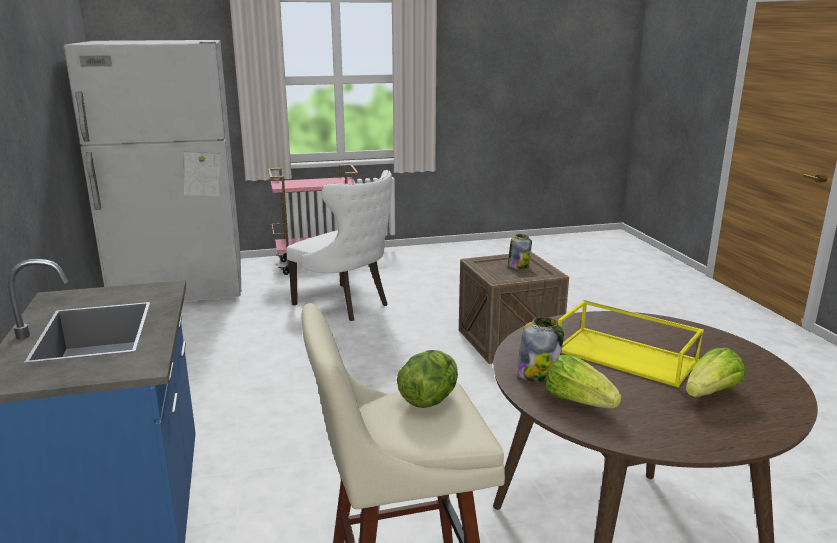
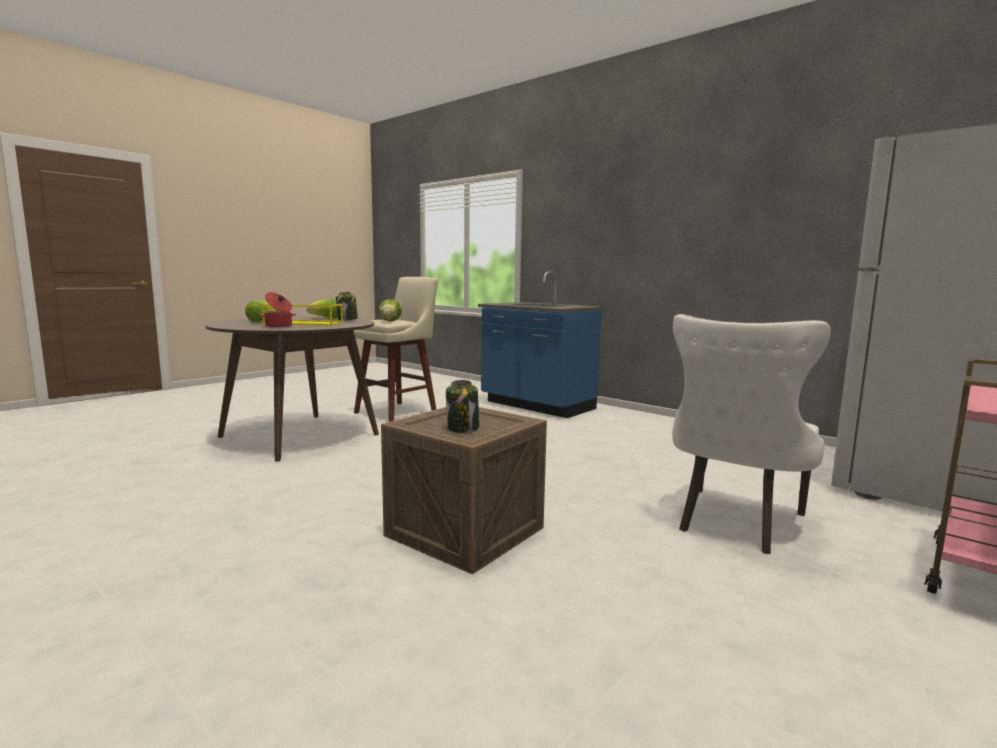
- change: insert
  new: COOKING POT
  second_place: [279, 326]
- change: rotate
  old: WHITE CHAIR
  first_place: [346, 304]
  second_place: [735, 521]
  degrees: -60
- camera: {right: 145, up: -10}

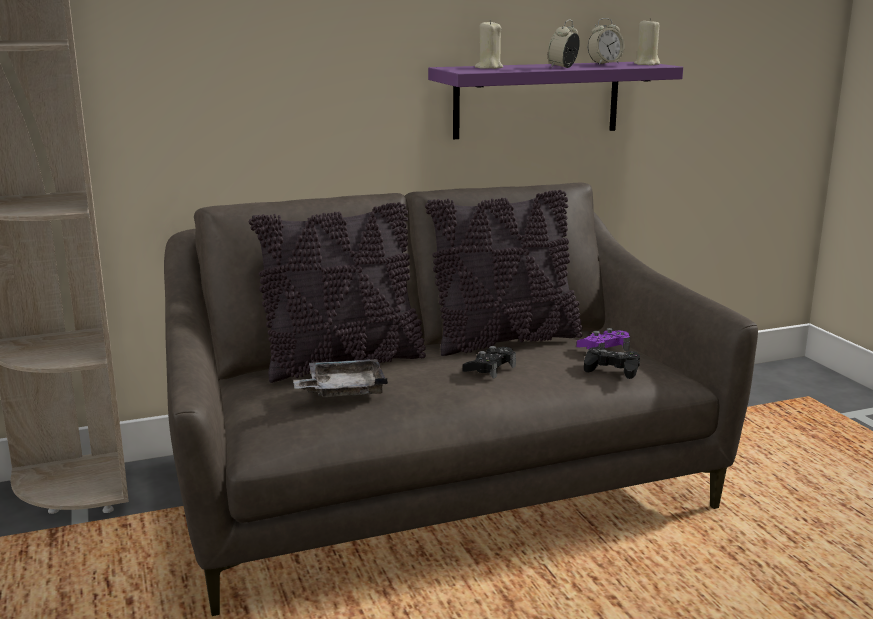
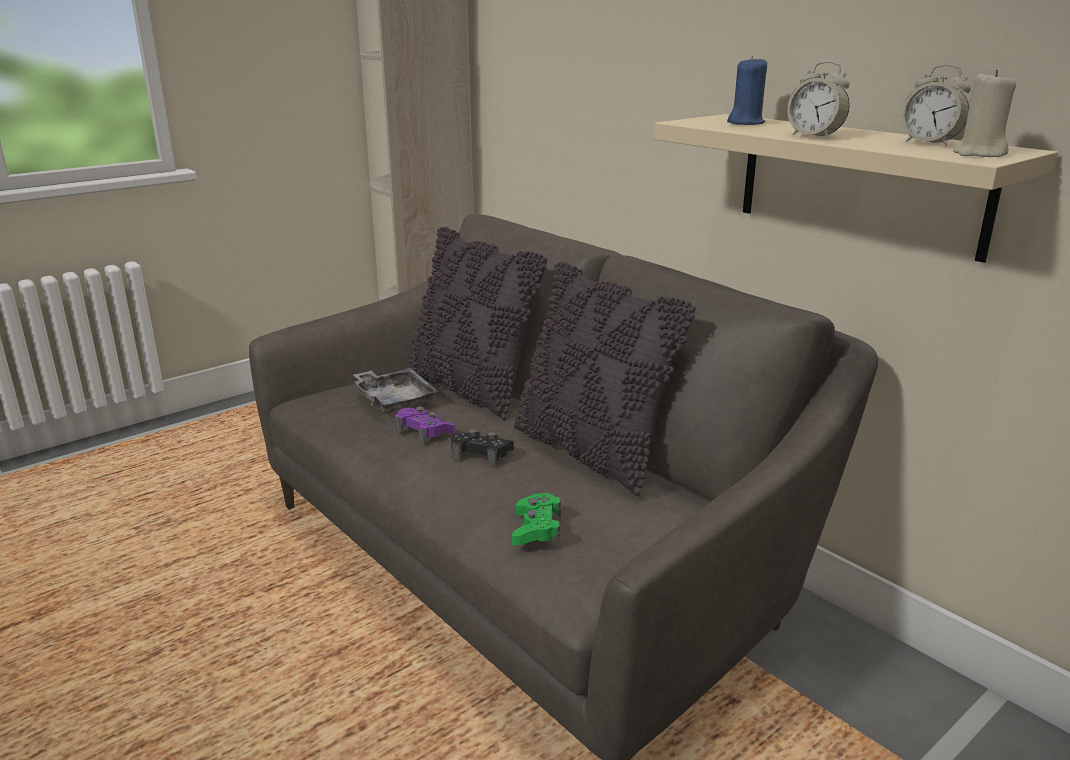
- change: move
  old: PURPLE GAME CONTROLLER
  first_place: [604, 349]
  second_place: [424, 431]
- change: recolor
  old: PURPLE SHELF
  new: BEIGE SHELF
  first_place: [537, 99]
  second_place: [859, 183]
- change: recolor
  old: BEIGE CANDLE
  new: BLUE CANDLE
  first_place: [489, 68]
  second_place: [745, 123]
- change: recolor
  old: BLACK GAME CONTROLLER
  new: GREEN GAME CONTROLLER
  first_place: [612, 369]
  second_place: [537, 528]
- change: rotate
  old: ALARM CLOCK
  first_place: [562, 67]
  second_place: [814, 136]
  degrees: -150
- camera: {right: 70, up: 5}

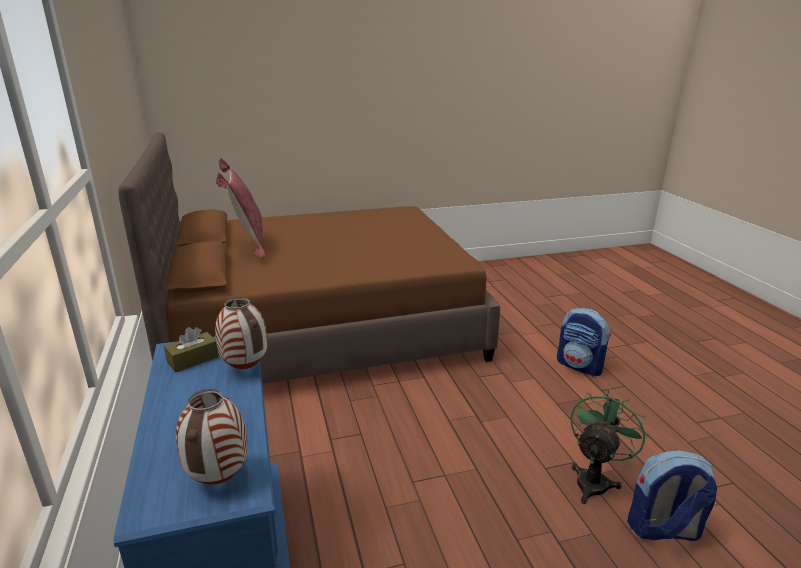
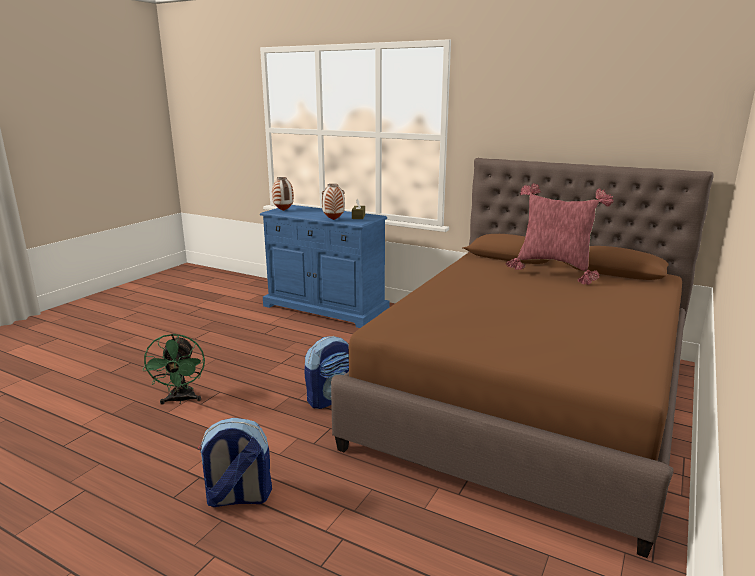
- change: move
  old: BACKPACK
  first_place: [662, 530]
  second_place: [330, 398]
- camera: {right: 135, up: -5}

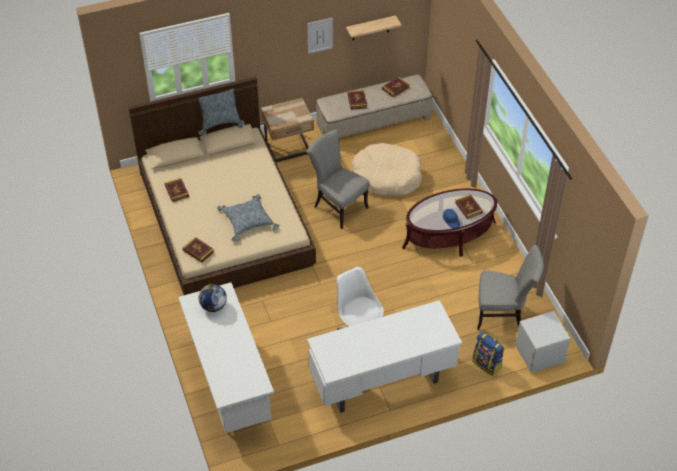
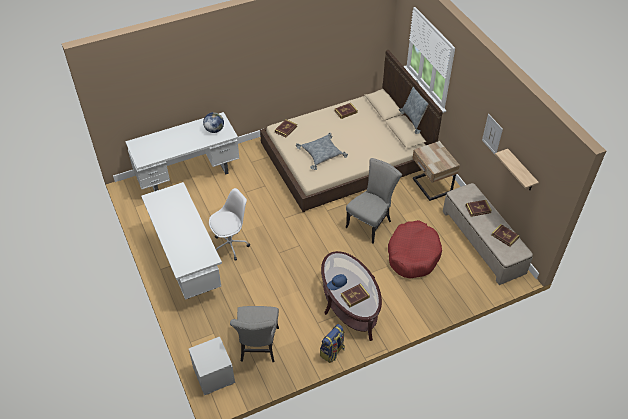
- change: move
  old: BACKPACK
  first_place: [487, 364]
  second_place: [332, 352]
- change: recolor
  old: BEIGE DOG BED
  new: RED DOG BED
  first_place: [386, 177]
  second_place: [413, 254]
- camera: {right: 85, up: 0}

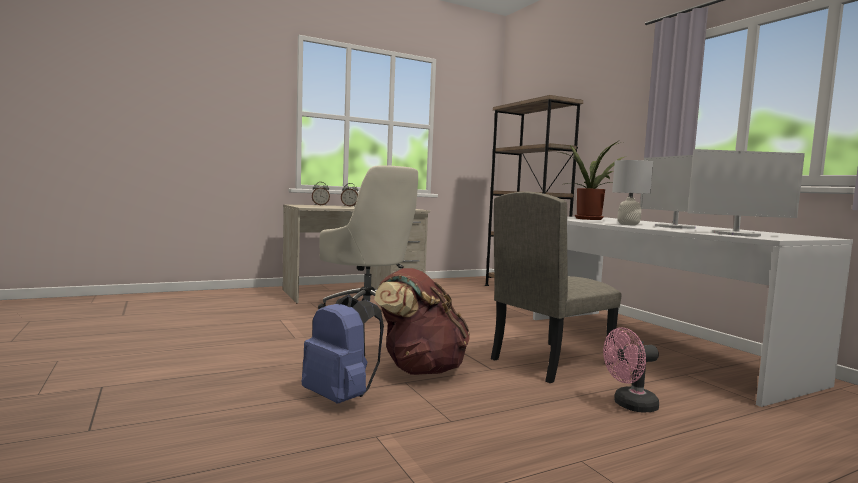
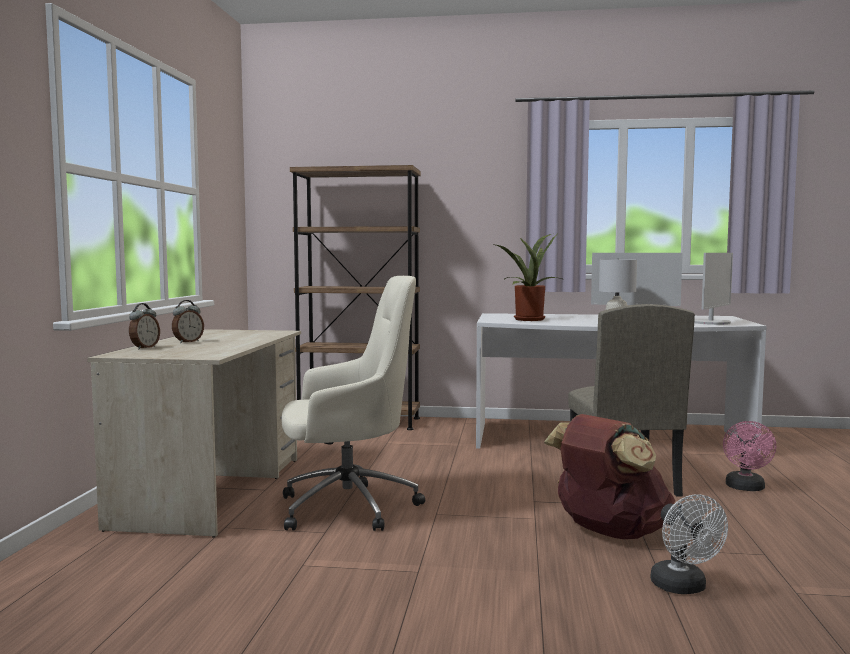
- change: replace
  old: BLUE BACKPACK
  new: WHITE FAN
  first_place: [341, 397]
  second_place: [683, 588]
- camera: {right: -55, up: 0}

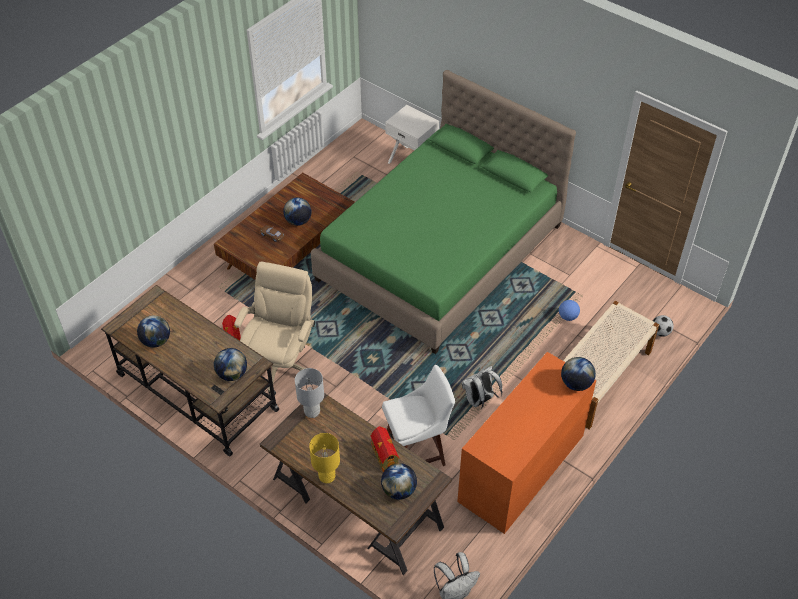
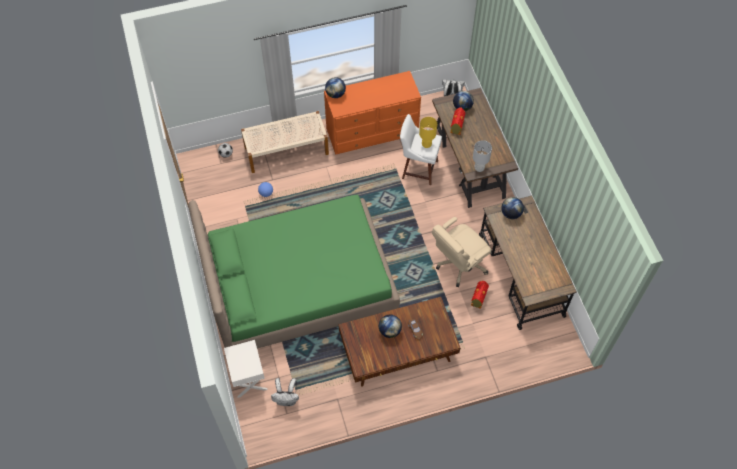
- change: delete
  old: GLOBE
  first_place: [156, 341]
- change: move
  old: YELLOW TABLE LAMP
  first_place: [327, 477]
  second_place: [426, 145]
- change: move
  old: WHITE BACKPACK
  first_place: [479, 401]
  second_place: [287, 399]
- camera: {right: -145, up: 10}

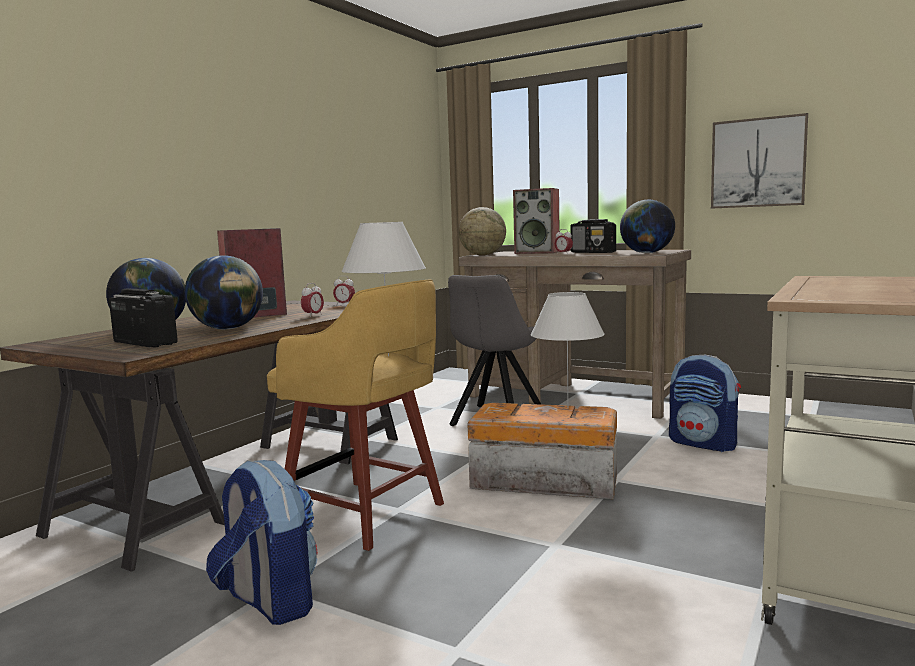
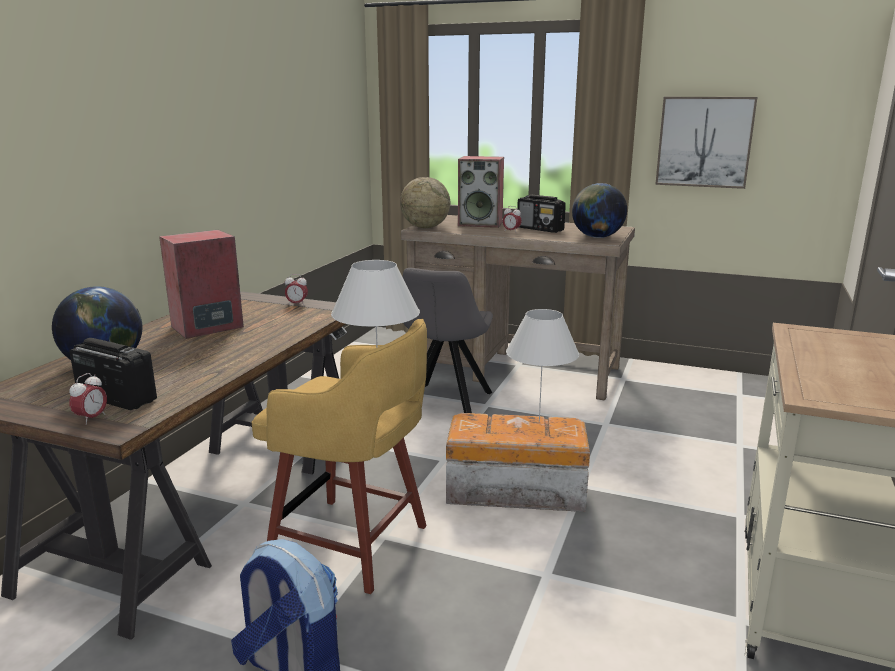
- change: delete
  old: GLOBE
  first_place: [228, 329]
- change: delete
  old: BACKPACK
  first_place: [704, 443]
- change: move
  old: ALARM CLOCK
  first_place: [313, 315]
  second_place: [91, 418]
- camera: {right: -10, up: 10}

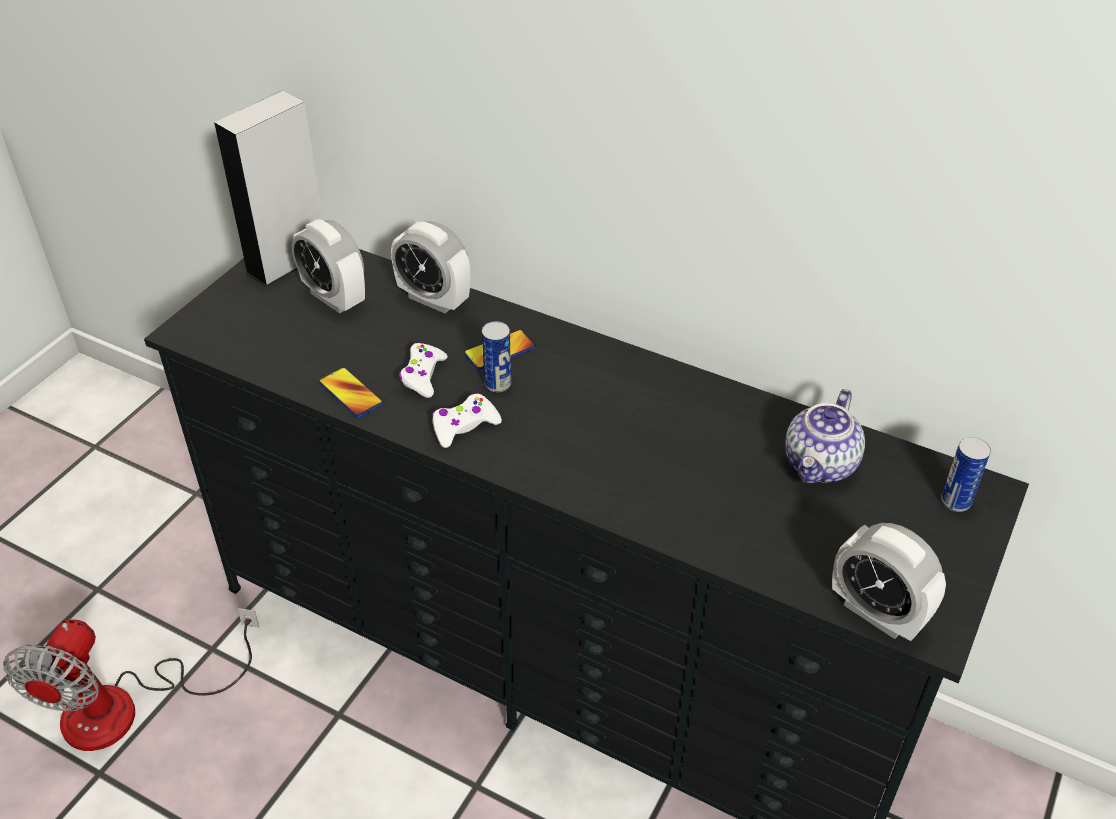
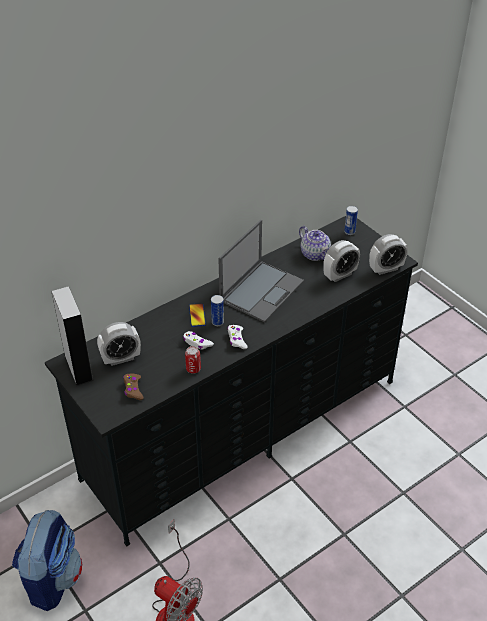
- change: insert
  new: BACKPACK
  second_place: [52, 578]
- change: insert
  new: BROWN GAME CONTROLLER
  second_place: [133, 389]
- change: insert
  new: LAPTOP
  second_place: [262, 290]
- change: move
  old: ALARM CLOCK
  first_place: [433, 299]
  second_place: [340, 275]
- change: replace
  old: PHONE
  new: CAN
  first_place: [351, 393]
  second_place: [193, 369]
- camera: {right: -65, up: 0}

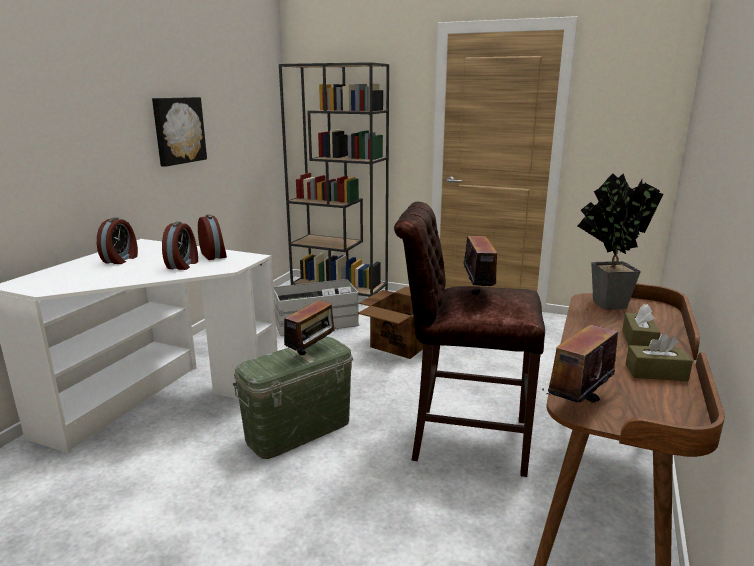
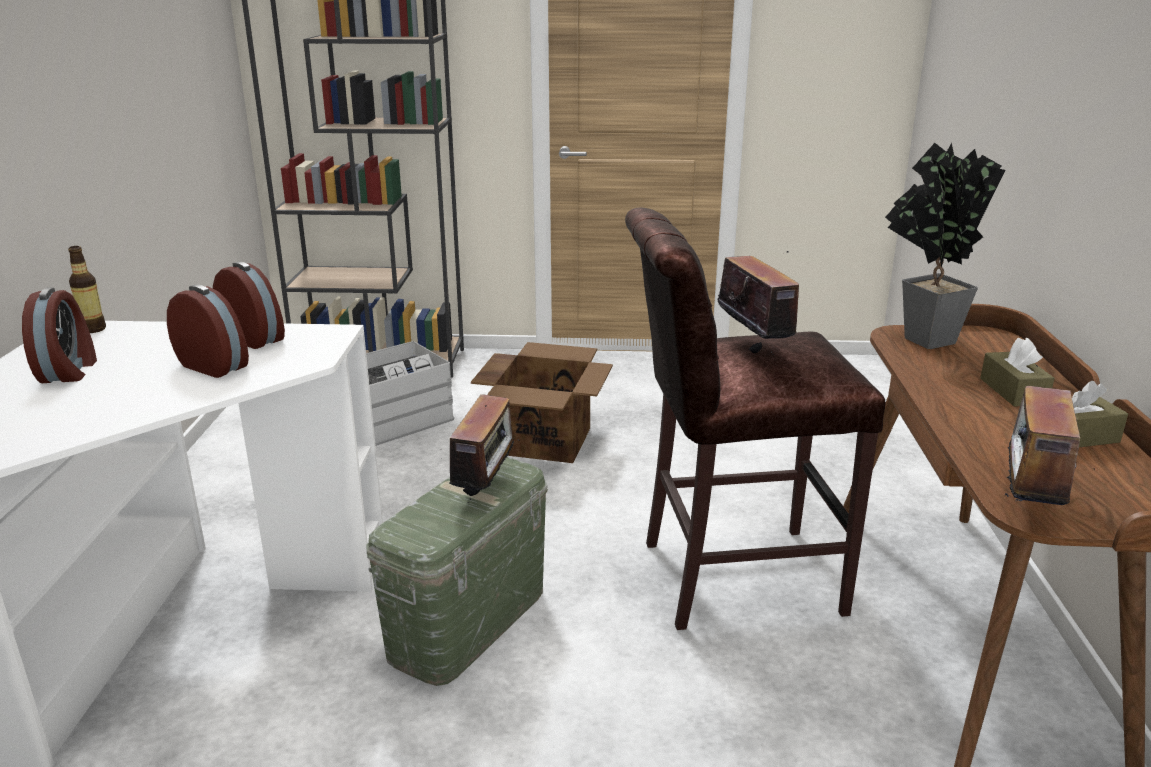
- change: delete
  old: PICTURE
  first_place: [178, 130]
- change: insert
  new: BOTTLE
  second_place: [93, 329]
- change: rotate
  old: ALARM CLOCK
  first_place: [183, 265]
  second_place: [215, 365]
  degrees: -45
- camera: {right: -20, up: 5}

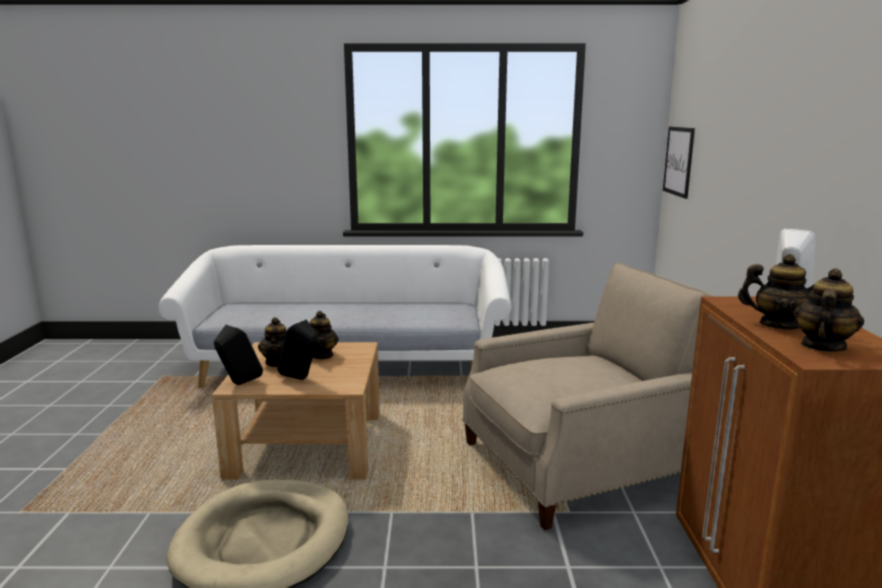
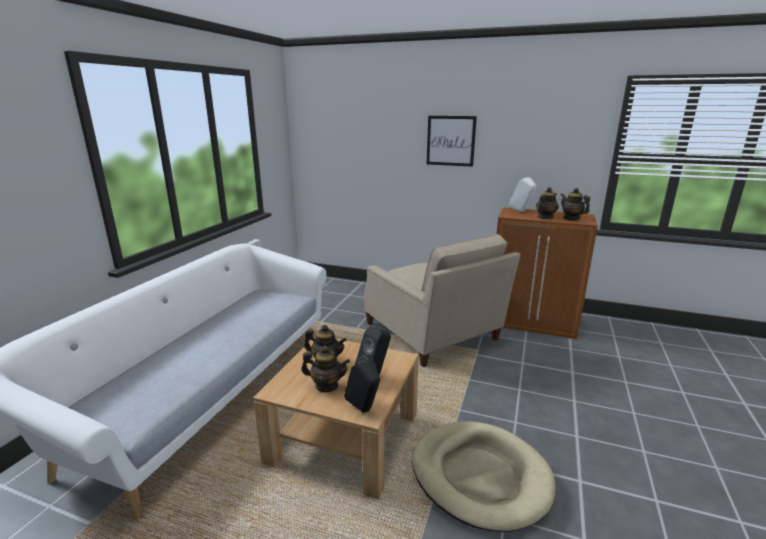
- change: move
  old: PICTURE
  first_place: [678, 161]
  second_place: [450, 141]
- change: rotate
  old: BEIGE ARMCHAIR
  first_place: [583, 463]
  second_place: [432, 333]
  degrees: 150
- camera: {right: -70, up: 5}

